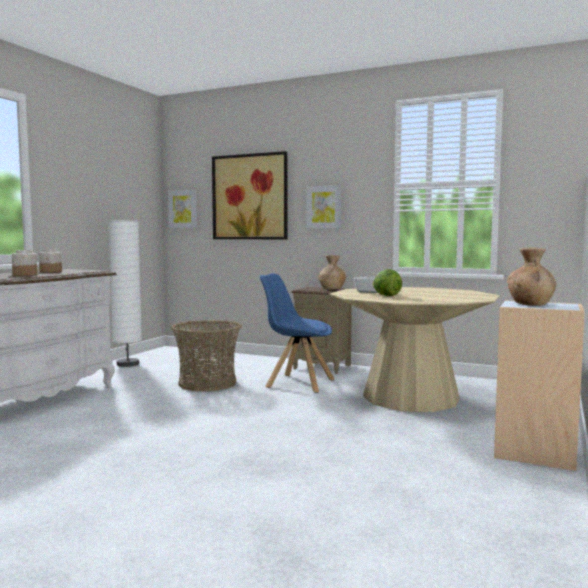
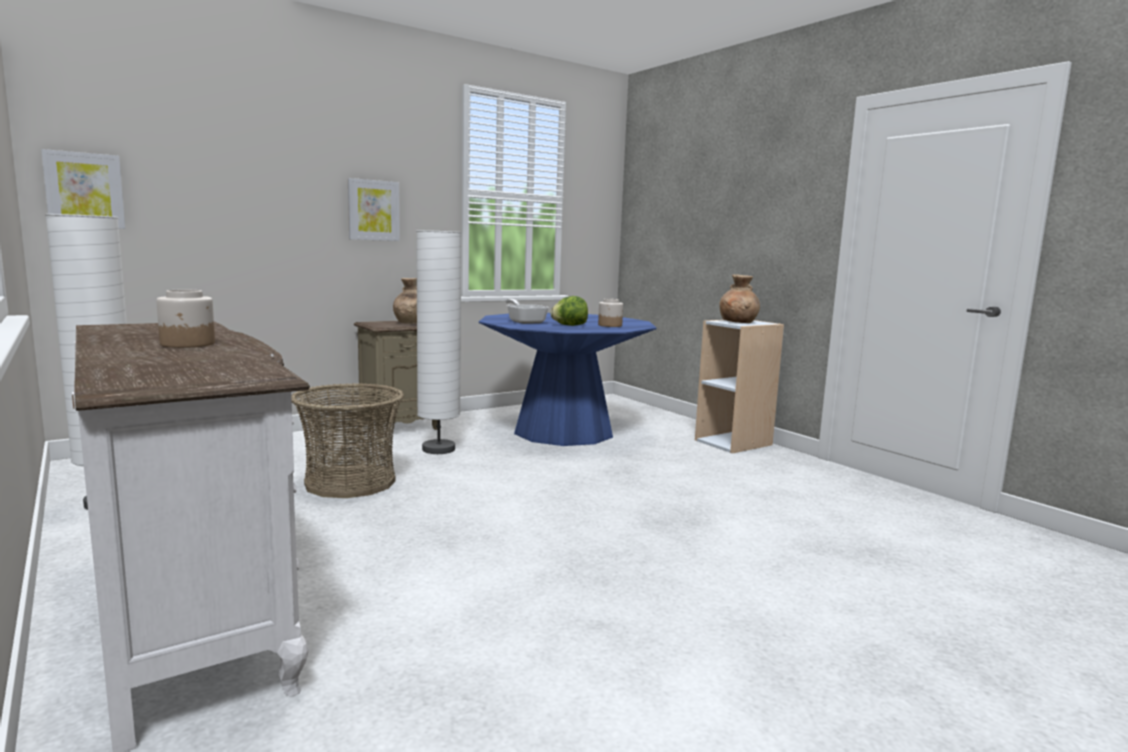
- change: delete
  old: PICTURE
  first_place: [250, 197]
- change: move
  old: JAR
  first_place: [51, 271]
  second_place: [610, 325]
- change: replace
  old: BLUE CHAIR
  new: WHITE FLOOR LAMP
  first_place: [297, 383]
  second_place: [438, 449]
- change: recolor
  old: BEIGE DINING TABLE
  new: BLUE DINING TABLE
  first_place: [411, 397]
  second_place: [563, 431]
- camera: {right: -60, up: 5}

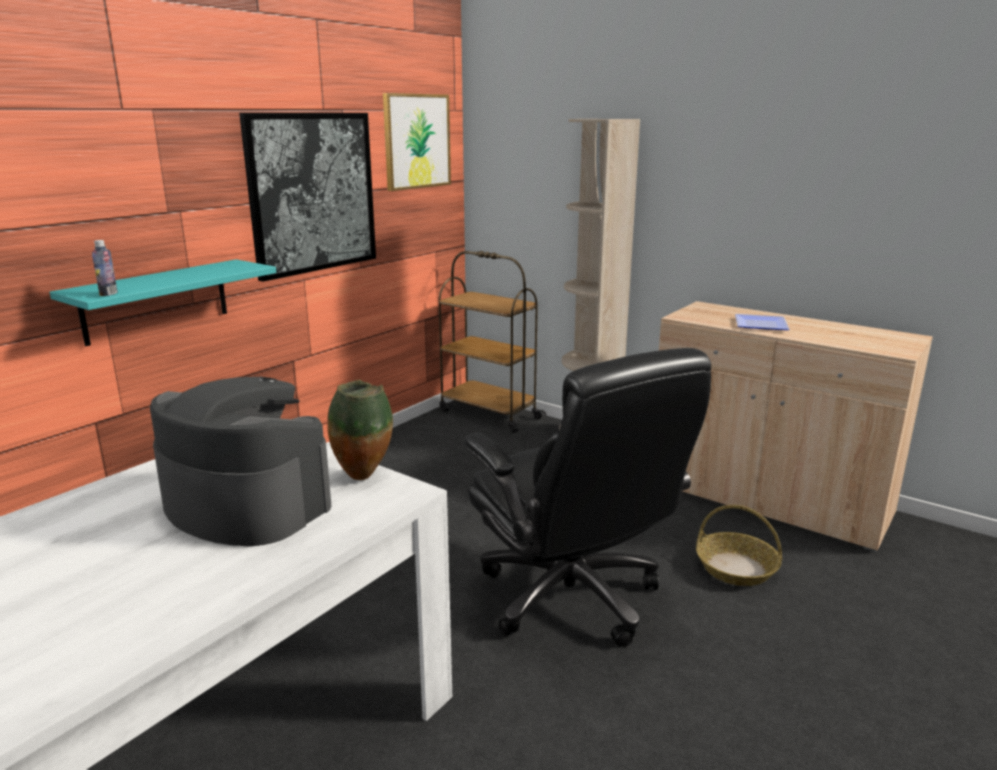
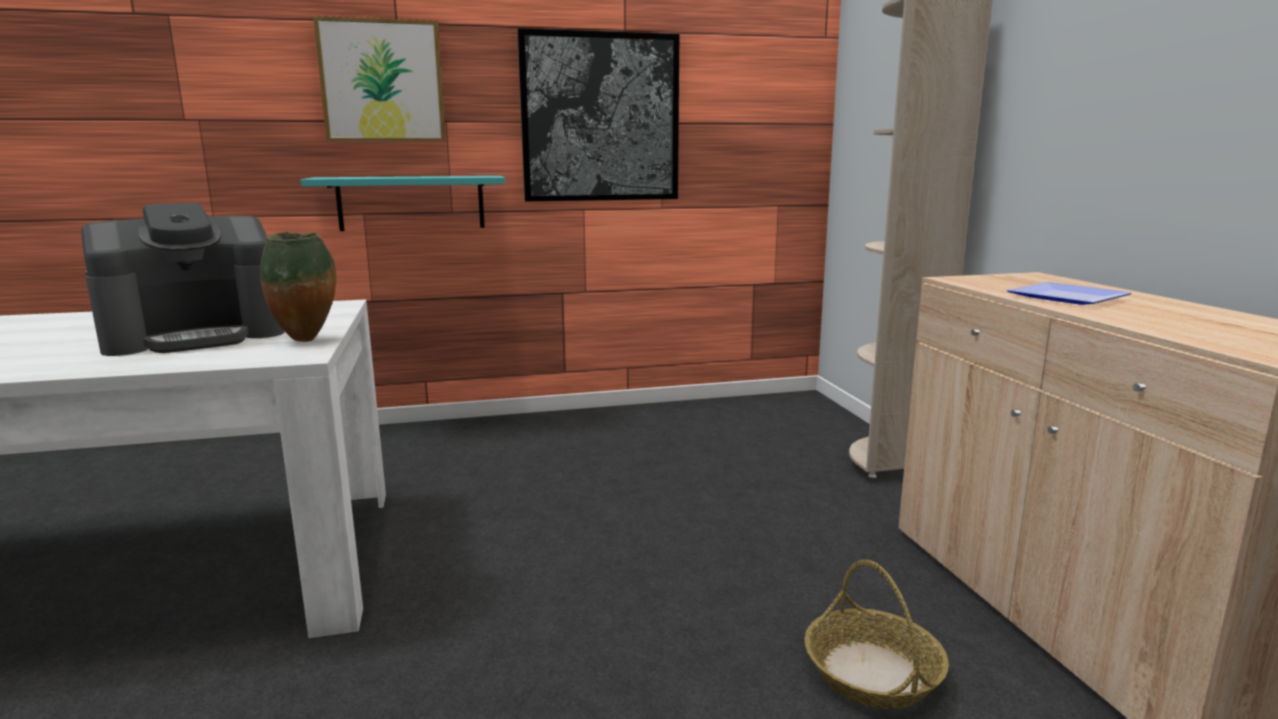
- change: delete
  old: BOTTLE
  first_place: [108, 294]
- change: delete
  old: BROWN CART
  first_place: [489, 414]
- change: delete
  old: BLACK OFFICE CHAIR
  first_place: [573, 602]
- change: move
  old: PICTURE
  first_place: [416, 141]
  second_place: [382, 81]
- change: rotate
  old: COFFEE MACHINE
  first_place: [246, 505]
  second_place: [196, 336]
  degrees: 75
- camera: {right: 40, up: -5}

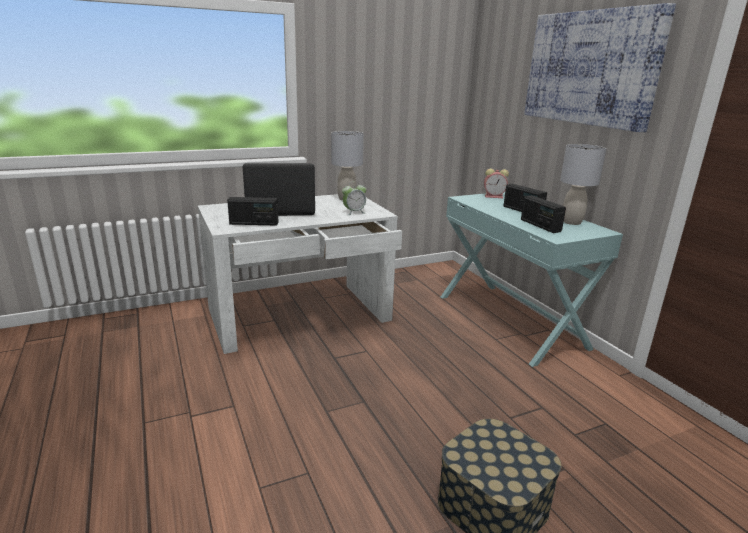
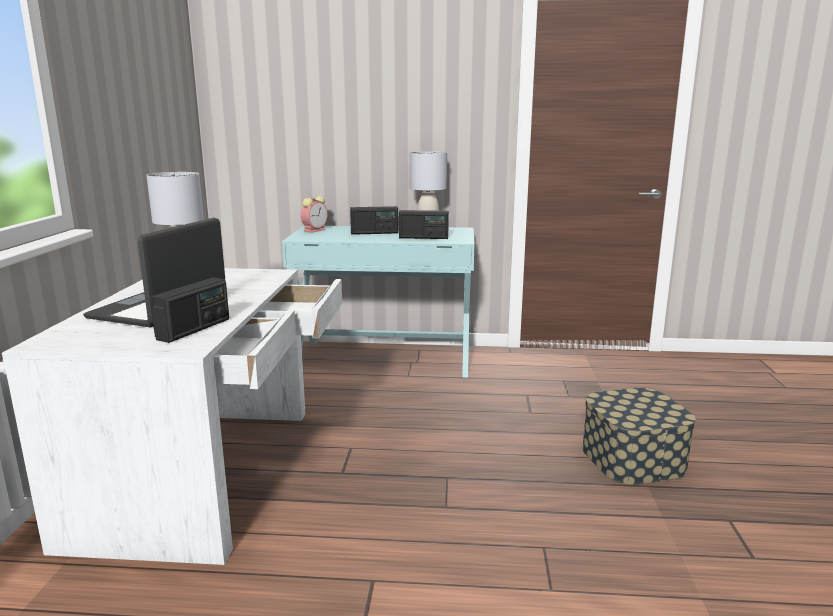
- change: delete
  old: ALARM CLOCK
  first_place: [354, 212]
- change: delete
  old: PICTURE
  first_place: [591, 68]
- camera: {right: -60, up: -5}

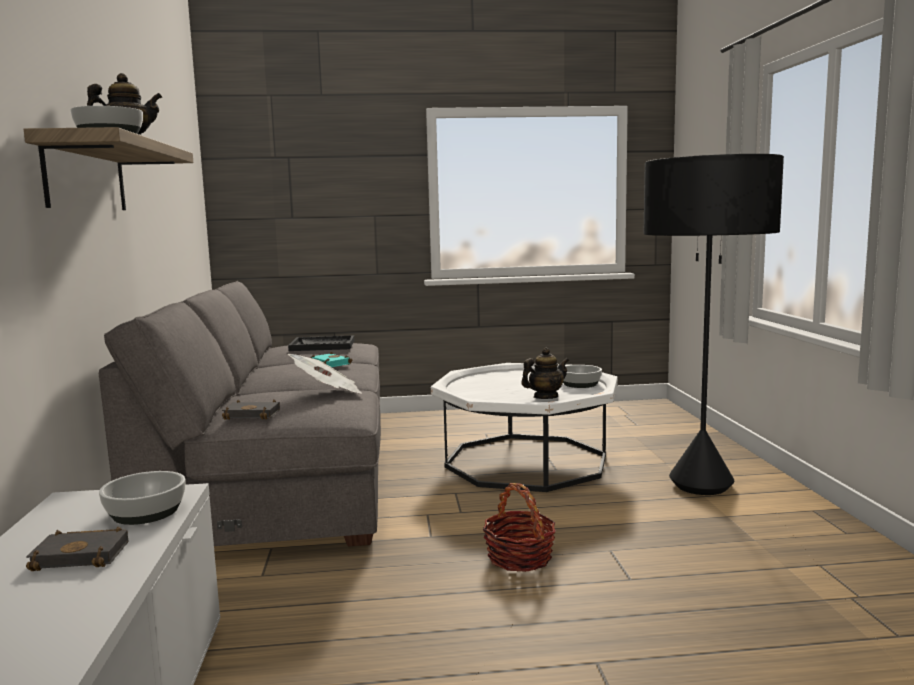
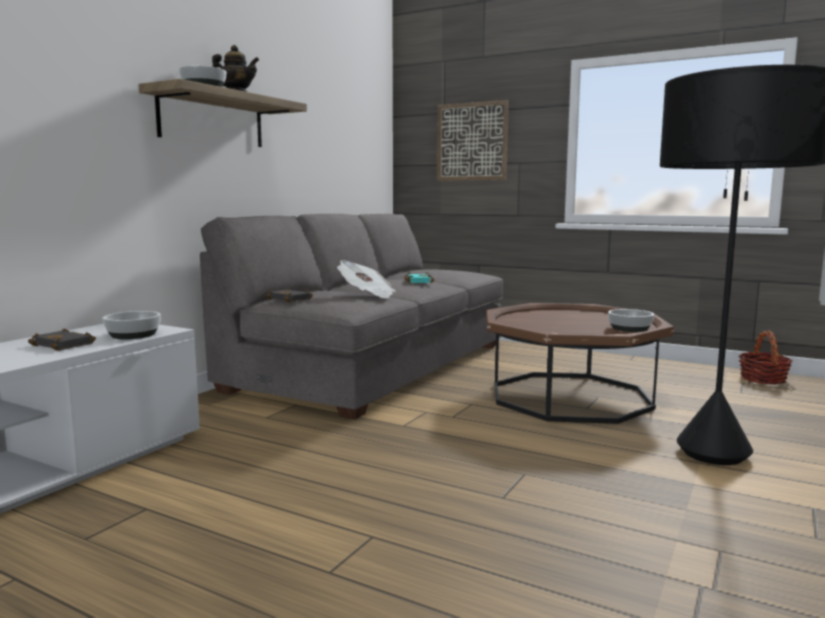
- change: delete
  old: BLACK TRAY
  first_place: [322, 346]
- change: delete
  old: TEAPOT
  first_place: [545, 397]
- change: insert
  new: PICTURE
  second_place: [472, 140]
- change: move
  old: BASKET
  first_place: [519, 558]
  second_place: [763, 379]
- change: recolor
  old: WHITE COFFEE TABLE
  new: BROWN COFFEE TABLE
  first_place: [526, 461]
  second_place: [570, 397]
- camera: {right: 35, up: 0}

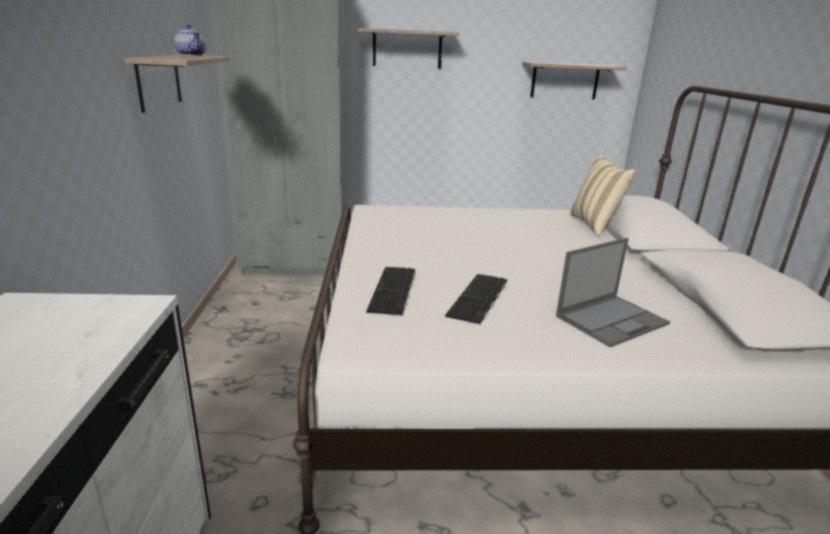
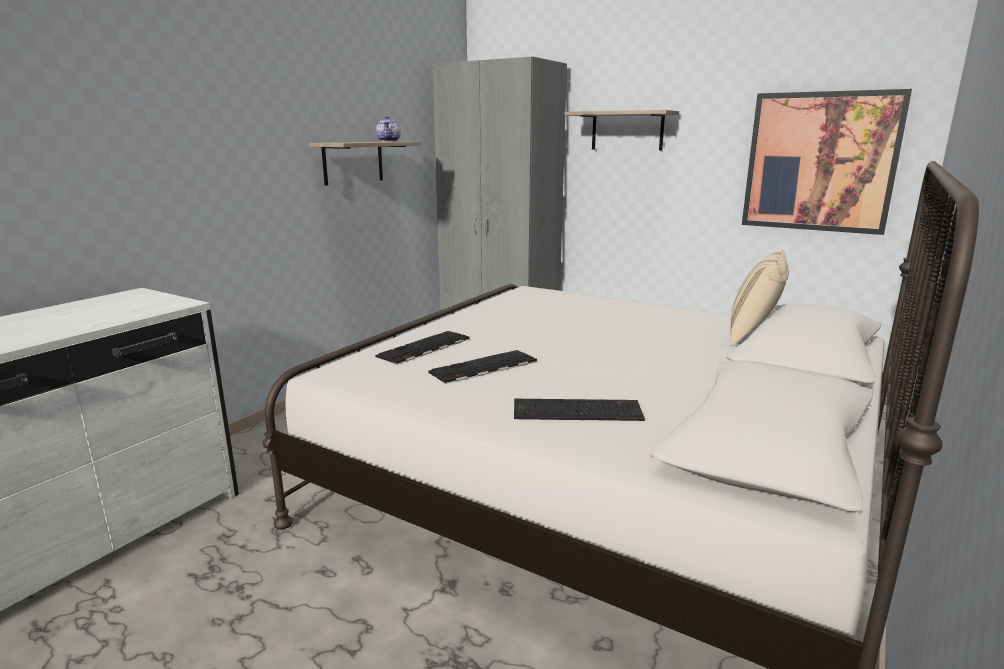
- change: replace
  old: SHELF
  new: PICTURE
  first_place: [564, 80]
  second_place: [820, 162]
- change: replace
  old: LAPTOP
  new: KEYBOARD
  first_place: [612, 319]
  second_place: [578, 410]
- camera: {right: 35, up: -5}

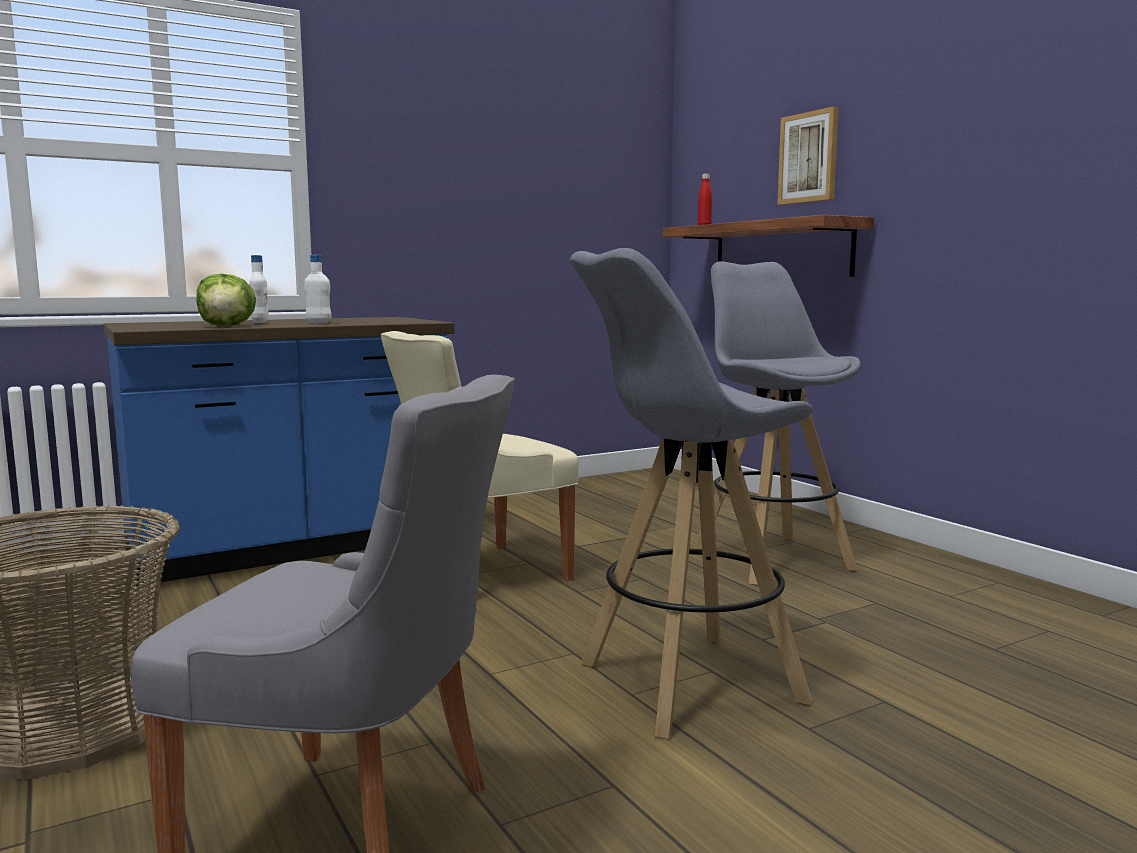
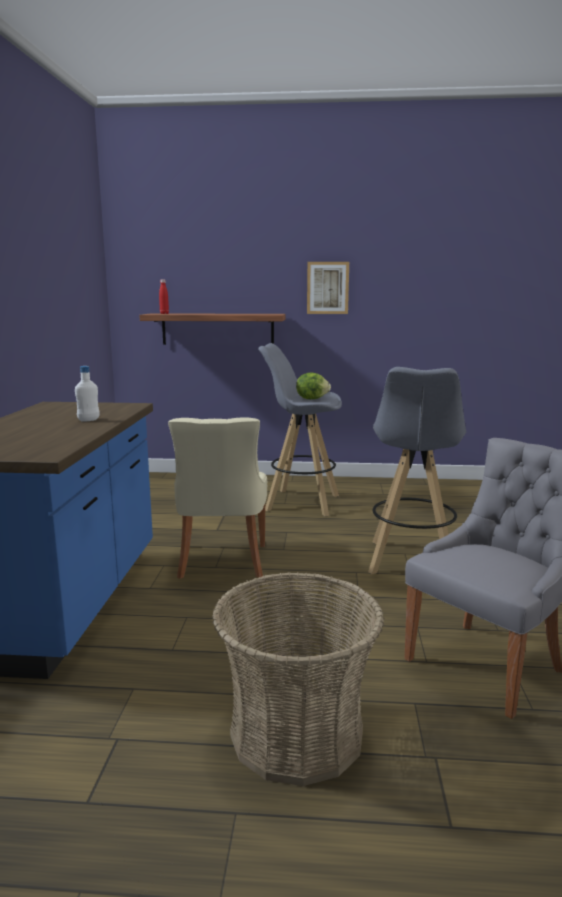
- change: delete
  old: WHITE BOTTLE
  first_place: [260, 322]
- change: move
  old: LETTUCE
  first_place: [227, 326]
  second_place: [312, 399]
- change: move
  old: PICTURE
  first_place: [809, 158]
  second_place: [327, 288]
- camera: {right: -55, up: 5}

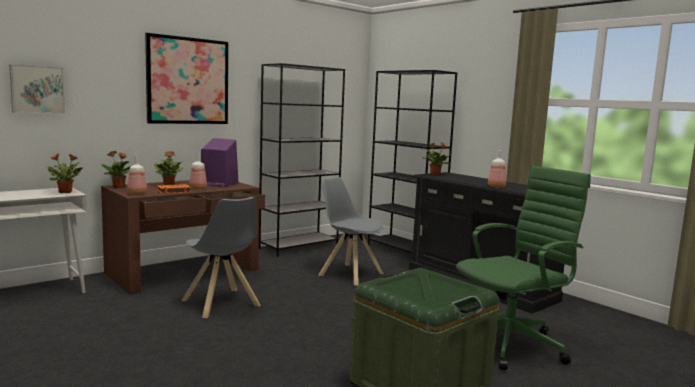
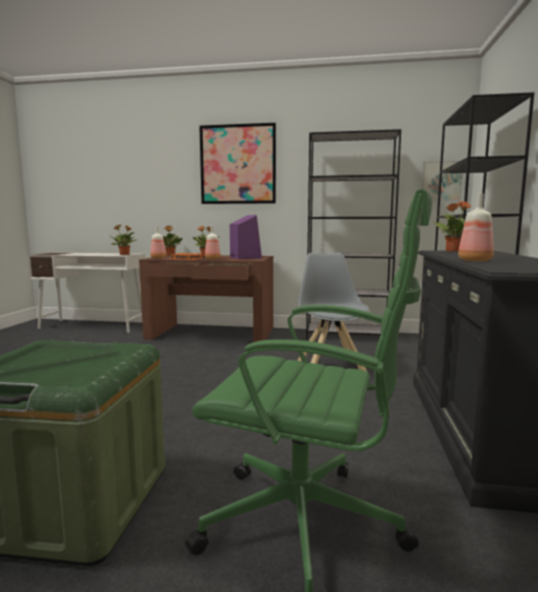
- change: delete
  old: GREY CHAIR
  first_place: [221, 304]
- change: move
  old: PICTURE
  first_place: [37, 89]
  second_place: [441, 181]
- camera: {right: 50, up: 0}

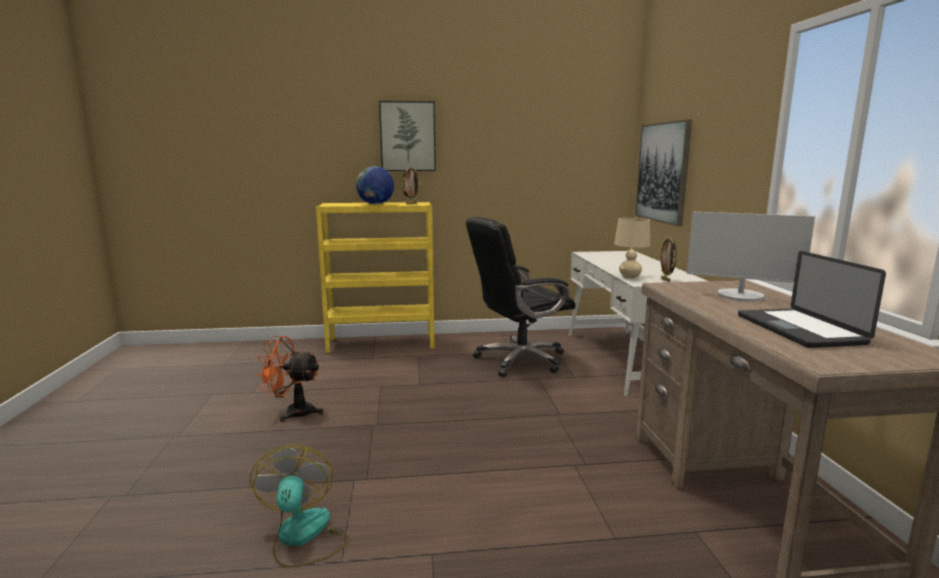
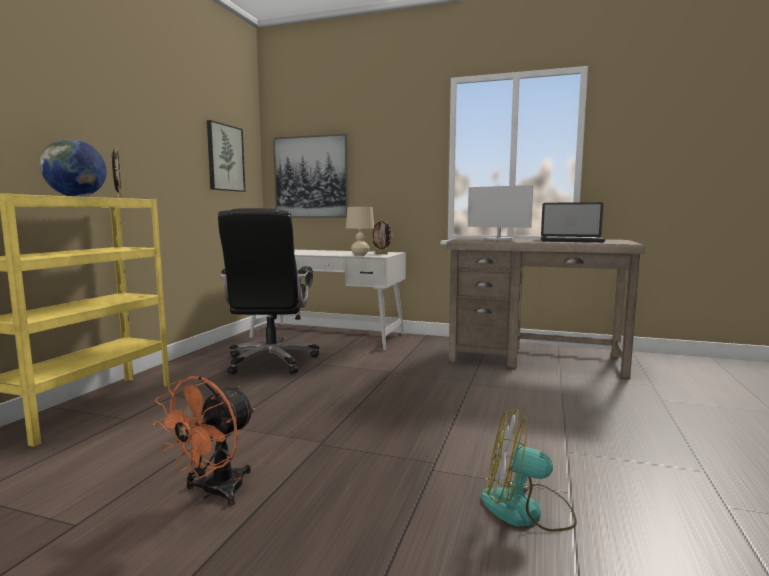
- change: move
  old: PICTURE
  first_place: [407, 136]
  second_place: [225, 158]
- change: rotate
  old: MONITOR
  first_place: [740, 296]
  second_place: [498, 239]
  degrees: 75
- camera: {right: -65, up: -5}

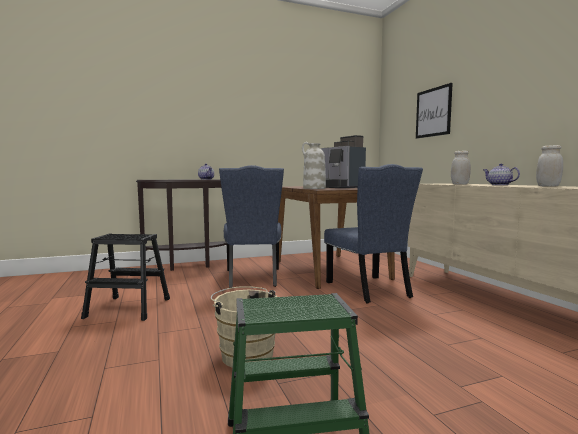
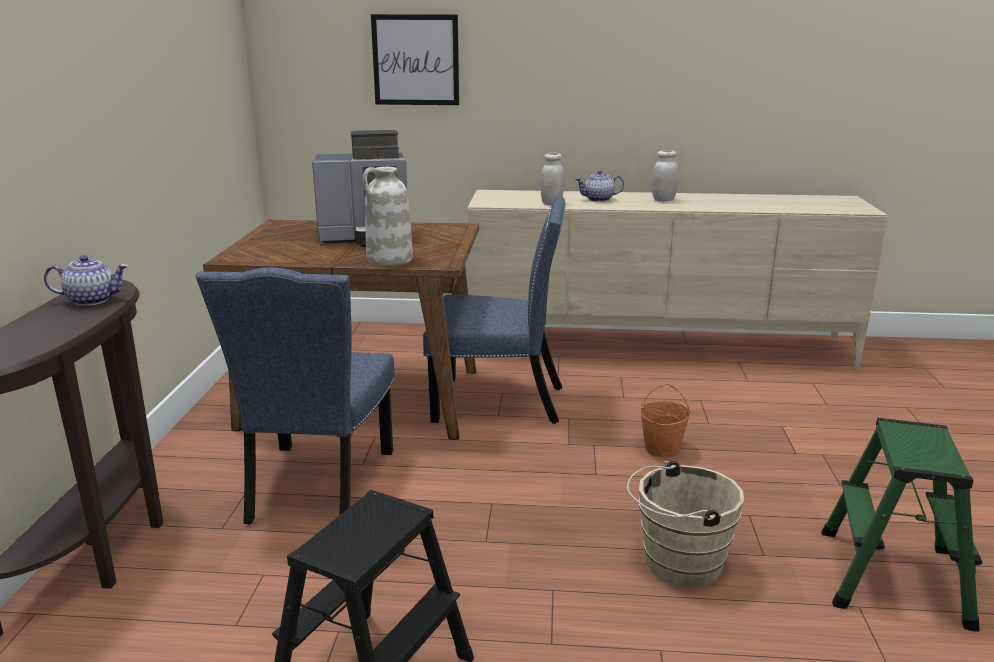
- change: insert
  new: ORANGE BUCKET
  second_place: [662, 449]
- change: rotate
  old: BLUE CHAIR
  first_place: [253, 277]
  second_place: [319, 483]
  degrees: 75
- camera: {right: -65, up: 15}

